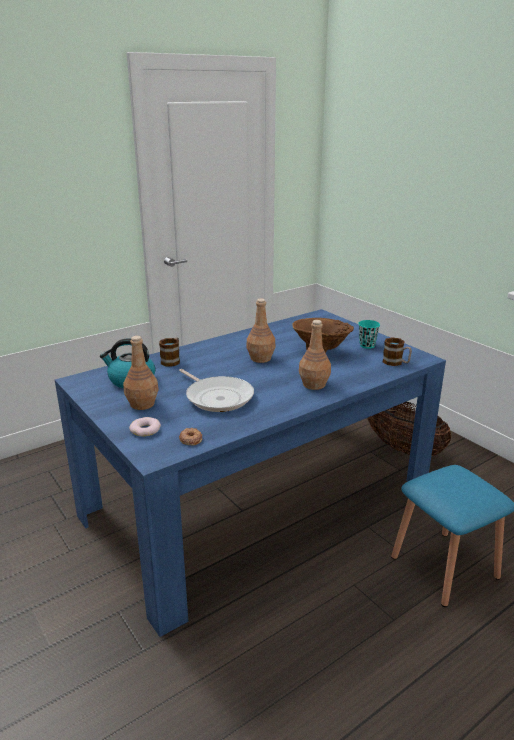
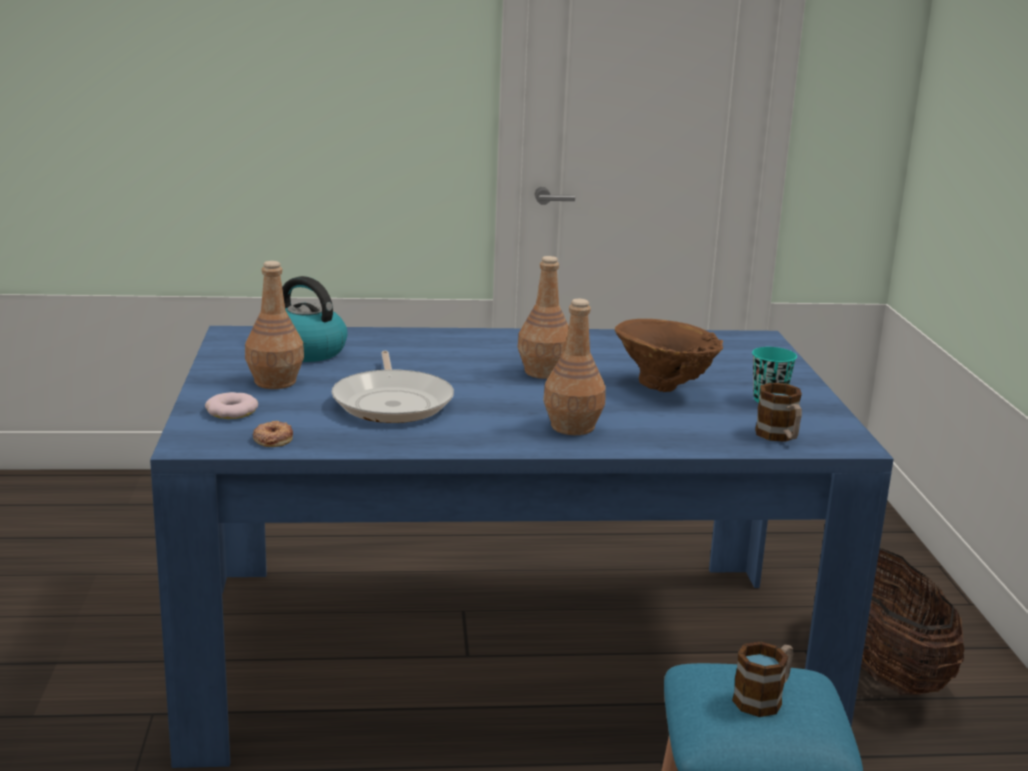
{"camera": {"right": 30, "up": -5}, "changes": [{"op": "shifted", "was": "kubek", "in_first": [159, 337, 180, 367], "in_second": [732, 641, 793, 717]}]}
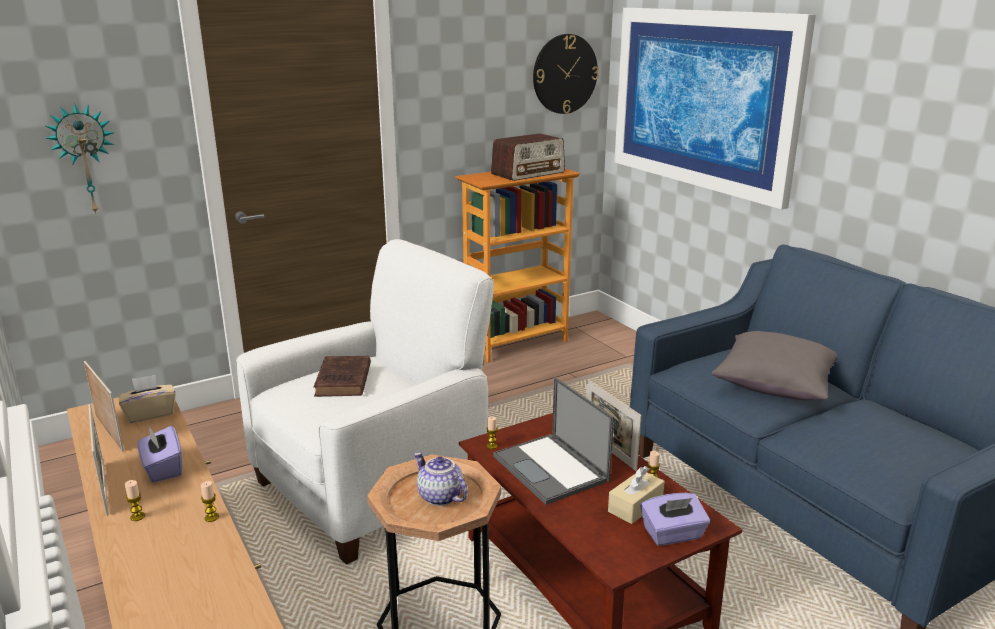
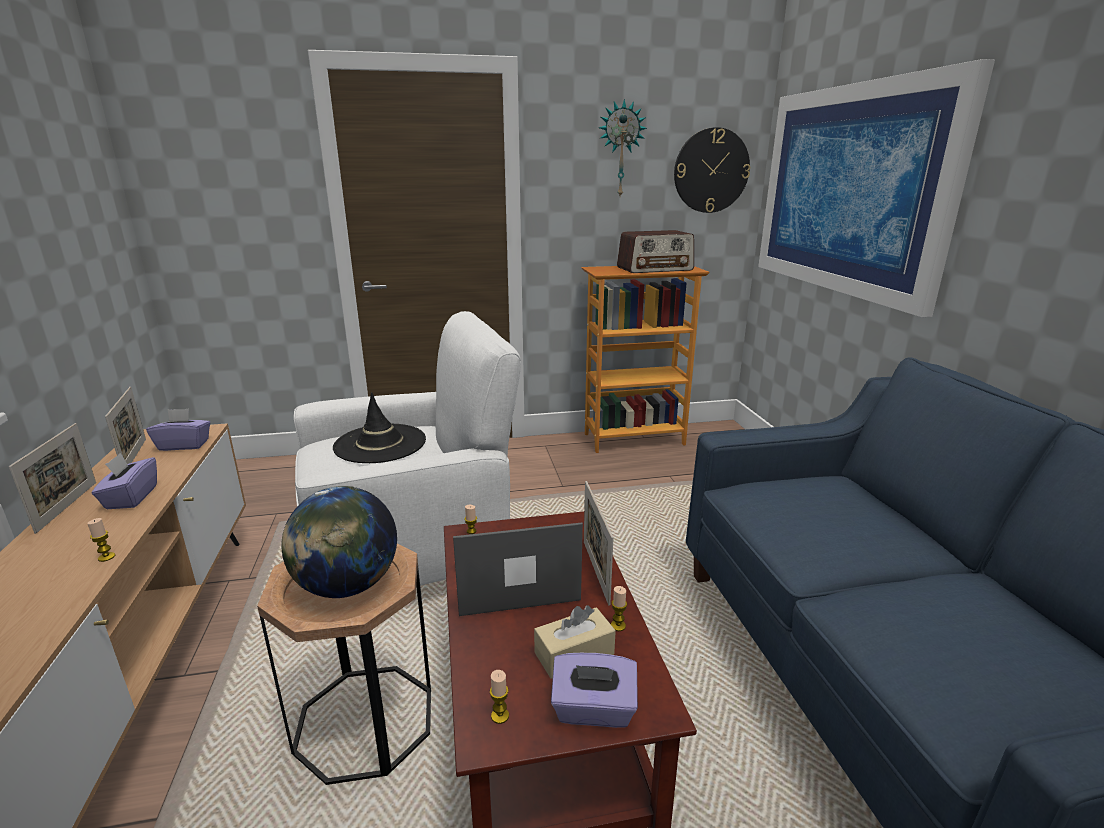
{"camera": {"right": 20, "up": 0}, "changes": [{"op": "shifted", "was": "zegar ścienny", "in_first": [45, 103, 114, 214], "in_second": [599, 99, 647, 196]}, {"op": "gone", "was": "poduszka [szary]", "in_first": [712, 331, 838, 400]}, {"op": "swapped", "was": "książka [brązowy]", "now": "kapelusz [czarny]", "in_first": [314, 356, 371, 397], "in_second": [333, 392, 426, 463]}, {"op": "repainted", "was": "pudełko chusteczek [beżowy]", "now": "pudełko chusteczek [fioletowy]", "in_first": [119, 374, 176, 423], "in_second": [146, 409, 211, 451]}, {"op": "rotated", "was": "laptop", "in_first": [493, 377, 614, 505], "in_second": [453, 522, 583, 616], "clockwise": 90}, {"op": "swapped", "was": "imbryk", "now": "globus", "in_first": [414, 452, 468, 506], "in_second": [281, 486, 397, 598]}, {"op": "shifted", "was": "świeca", "in_first": [125, 480, 145, 521], "in_second": [490, 670, 509, 724]}]}
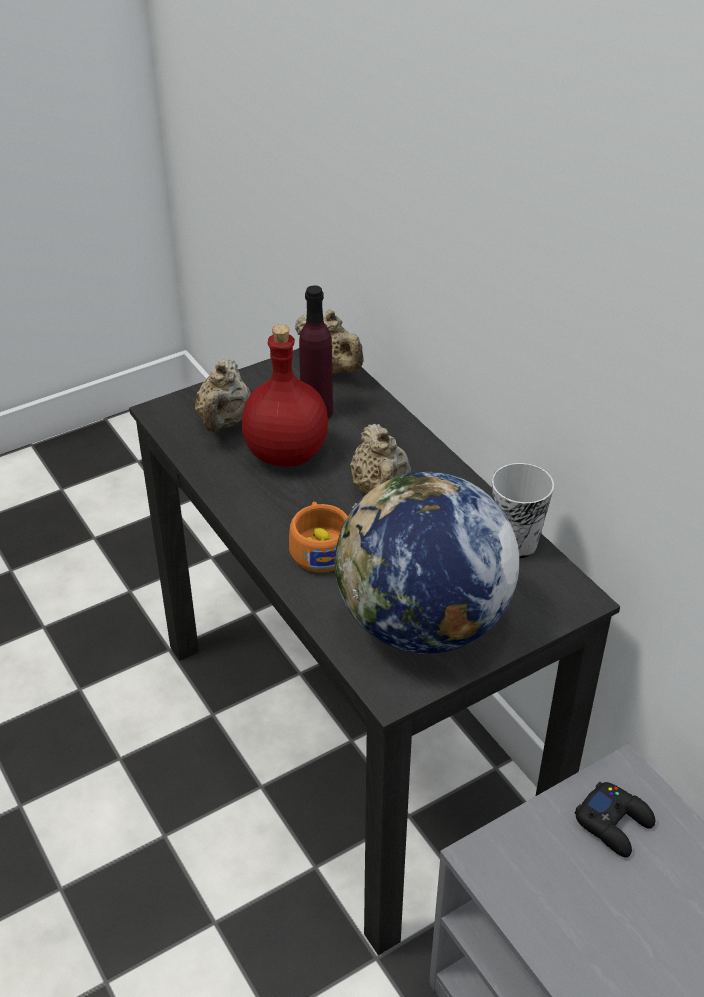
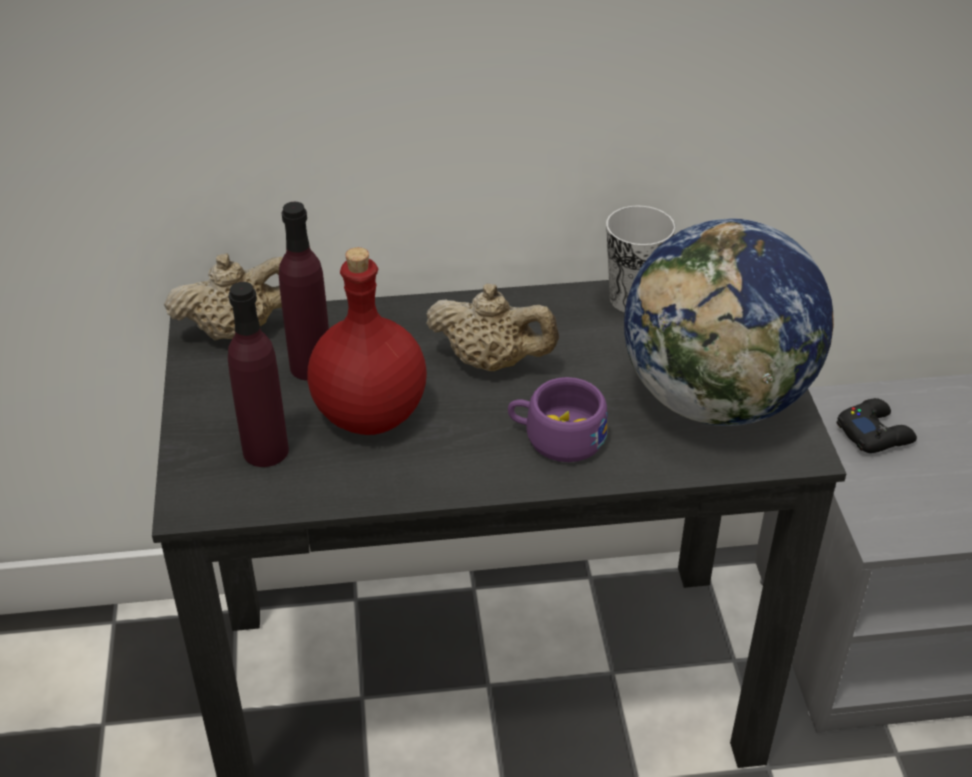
{"camera": {"right": -65, "up": 0}, "changes": [{"op": "swapped", "was": "imbryk [beżowy]", "now": "butelka [fioletowy]", "in_first": [195, 359, 250, 433], "in_second": [228, 282, 289, 467]}, {"op": "repainted", "was": "filiżanka [pomarańczowy]", "now": "filiżanka [fioletowy]", "in_first": [289, 502, 348, 572], "in_second": [508, 377, 608, 462]}]}
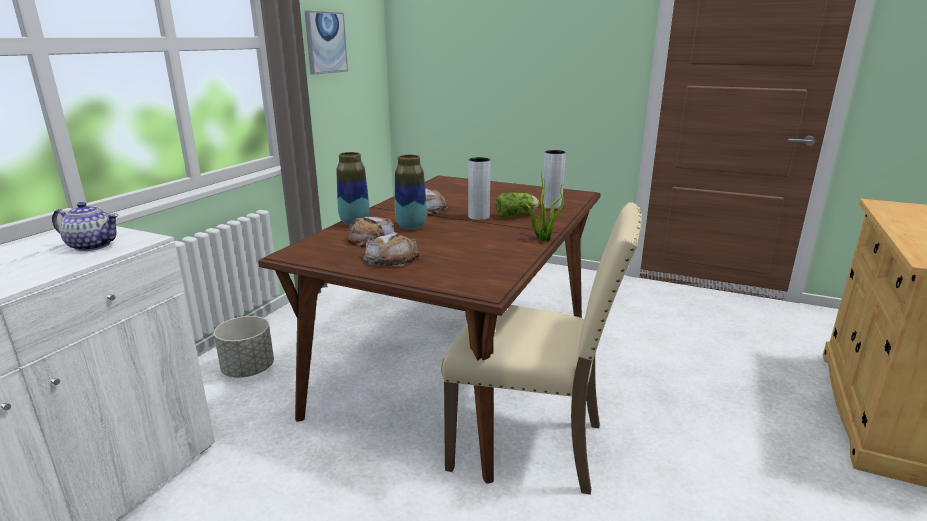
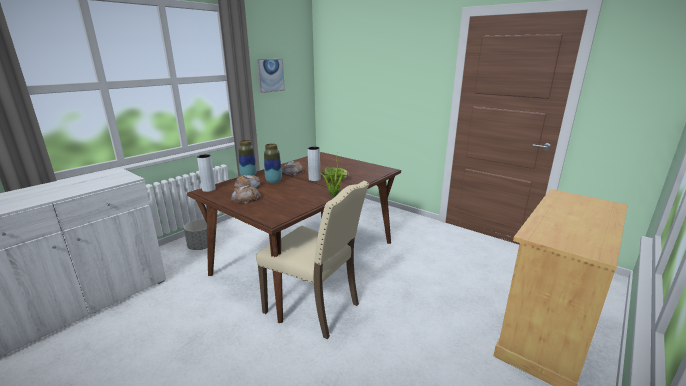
{"camera": {"right": 15, "up": 0}, "changes": [{"op": "shifted", "was": "wazon [szary]", "in_first": [543, 150, 566, 209], "in_second": [197, 154, 216, 192]}, {"op": "gone", "was": "imbryk", "in_first": [52, 202, 119, 251]}]}
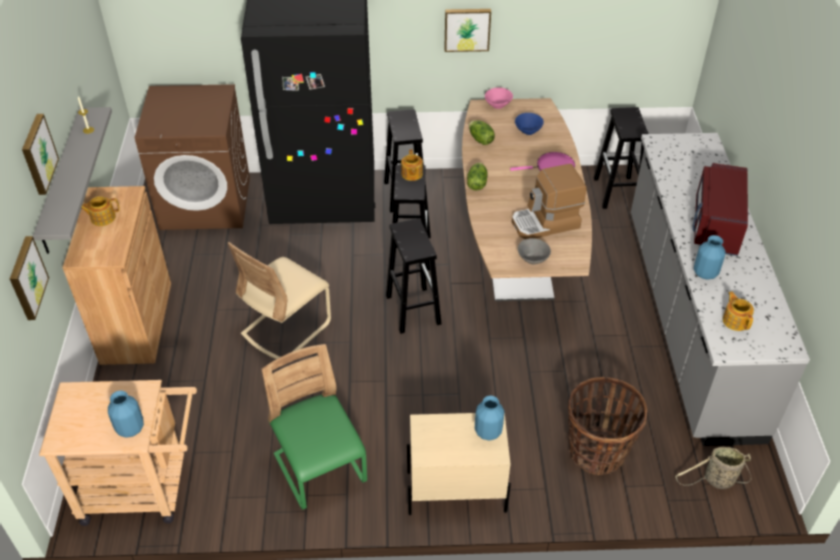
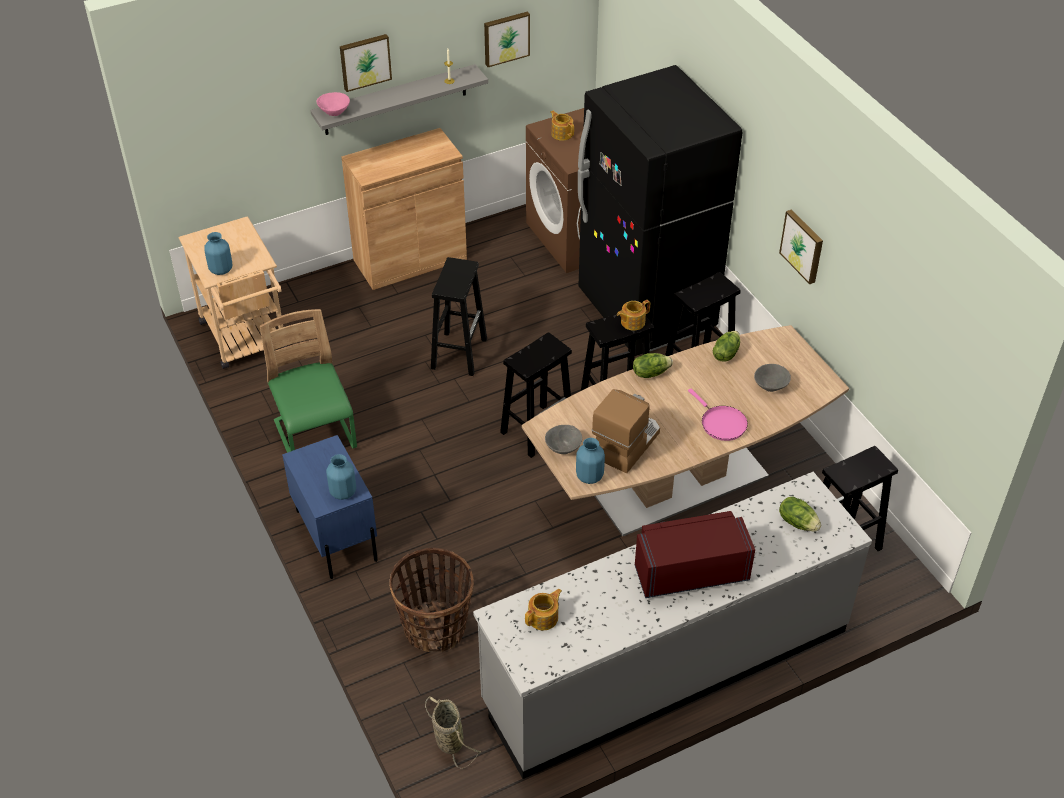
{"camera": {"right": 65, "up": 0}, "changes": [{"op": "shifted", "was": "miska [różowy]", "in_first": [485, 87, 513, 109], "in_second": [316, 92, 350, 116]}, {"op": "repainted", "was": "miska [niebieski]", "now": "miska [szary]", "in_first": [515, 113, 544, 135], "in_second": [754, 364, 791, 392]}, {"op": "rotated", "was": "ekspres do kawy", "in_first": [512, 164, 586, 239], "in_second": [592, 389, 660, 473], "clockwise": 75}, {"op": "shifted", "was": "imbryk", "in_first": [81, 196, 120, 226], "in_second": [550, 111, 574, 141]}, {"op": "shifted", "was": "wazon [niebieski]", "in_first": [694, 235, 726, 280], "in_second": [576, 438, 605, 484]}, {"op": "shifted", "was": "obraz", "in_first": [10, 236, 49, 320], "in_second": [484, 12, 530, 67]}, {"op": "swapped", "was": "krzesło [beżowy]", "now": "stołek [czarny]", "in_first": [228, 242, 331, 359], "in_second": [431, 257, 487, 376]}, {"op": "rotated", "was": "krzesło [zielony]", "in_first": [261, 344, 367, 510], "in_second": [260, 309, 357, 453], "clockwise": -60}, {"op": "repainted", "was": "szafka nocna [beżowy]", "now": "szafka nocna [niebieski]", "in_first": [407, 412, 511, 515], "in_second": [282, 435, 378, 579]}, {"op": "new", "now": "sałata", "in_second": [779, 497, 821, 531]}]}
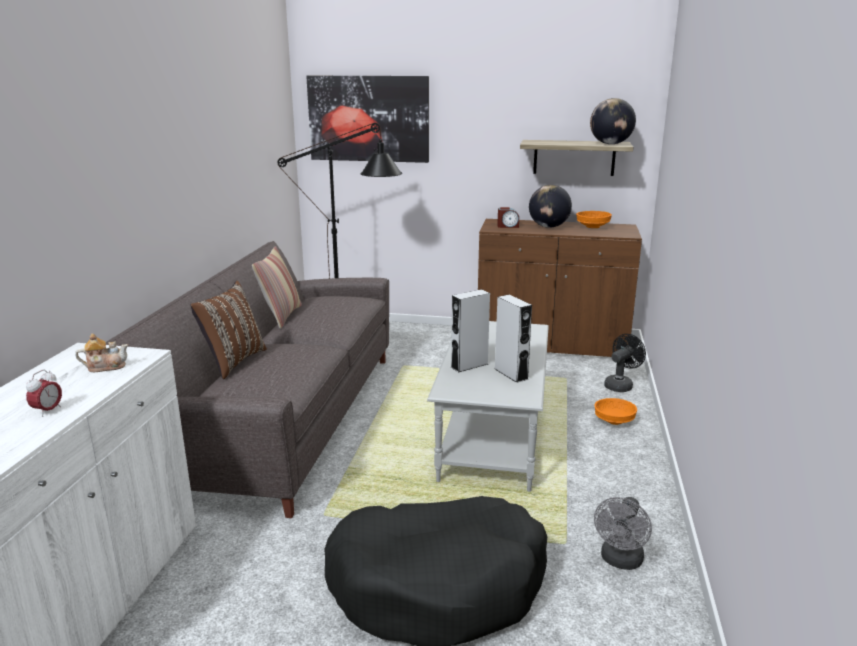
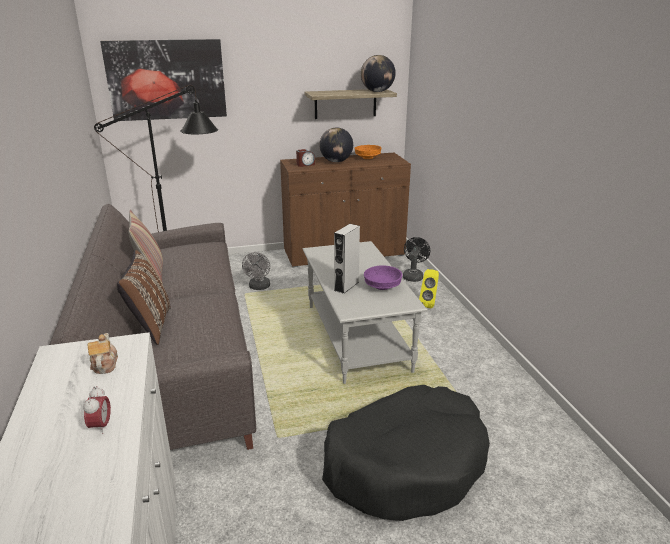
{"camera": {"right": -25, "up": 5}, "changes": [{"op": "swapped", "was": "głośnik [szary]", "now": "miska [fioletowy]", "in_first": [495, 295, 532, 383], "in_second": [364, 265, 403, 290]}, {"op": "rotated", "was": "imbryk", "in_first": [75, 333, 128, 372], "in_second": [88, 333, 118, 374], "clockwise": -60}, {"op": "swapped", "was": "miska [pomarańczowy]", "now": "głośnik [żółty]", "in_first": [595, 398, 637, 425], "in_second": [419, 269, 439, 308]}, {"op": "shifted", "was": "wentylator [szary]", "in_first": [594, 497, 652, 570], "in_second": [242, 252, 270, 290]}]}
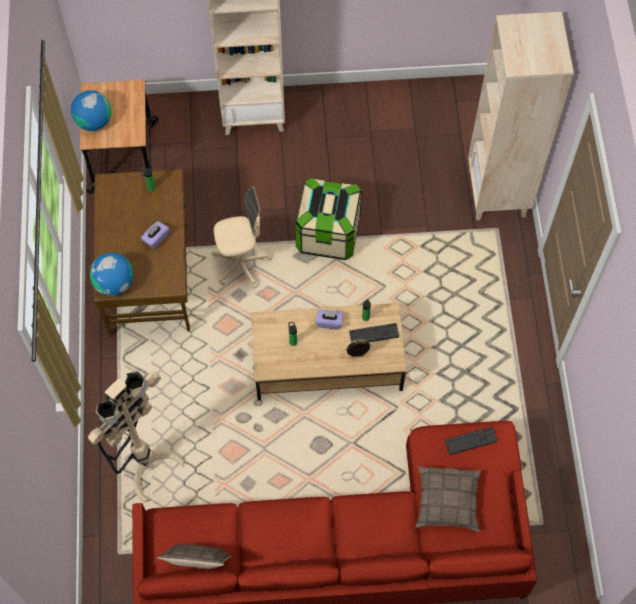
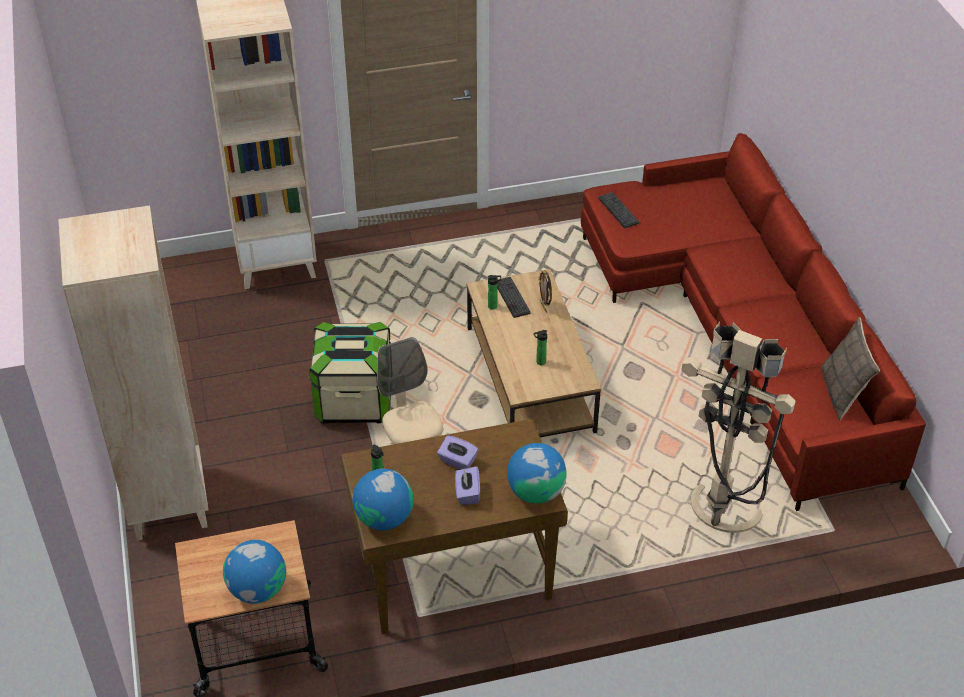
{"camera": {"right": -100, "up": -20}, "changes": [{"op": "shifted", "was": "pudełko chusteczek [fioletowy]", "in_first": [316, 310, 343, 330], "in_second": [455, 466, 480, 505]}, {"op": "gone", "was": "poduszka", "in_first": [416, 466, 481, 532]}, {"op": "new", "now": "globus", "in_second": [352, 468, 414, 530]}]}
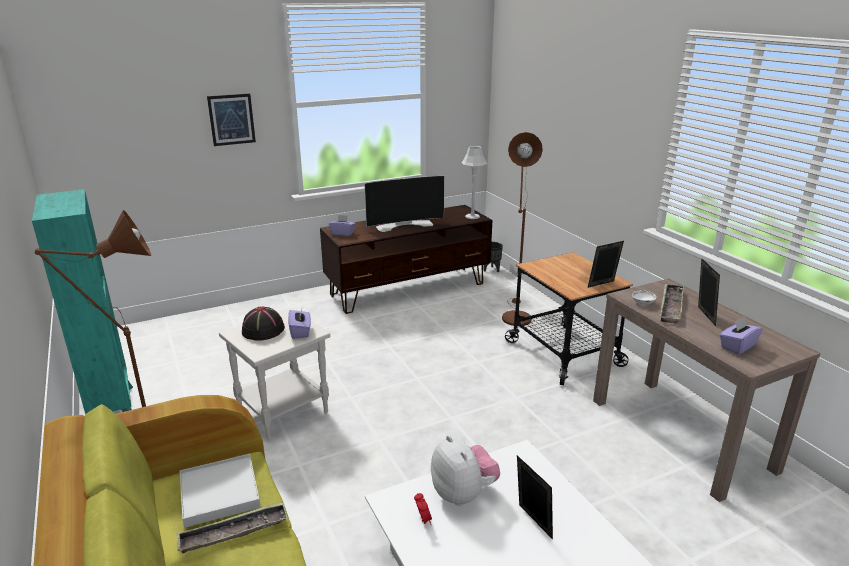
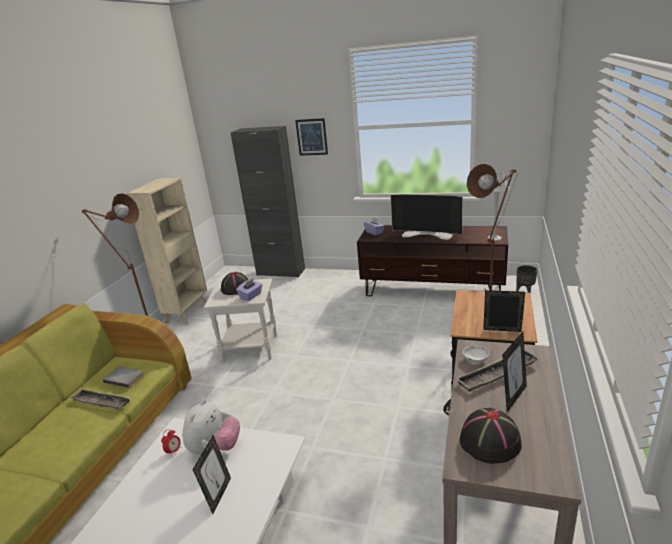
{"camera": {"right": 45, "up": 0}, "changes": [{"op": "repainted", "was": "regał [turkusowy]", "now": "regał [beżowy]", "in_first": [32, 189, 133, 414], "in_second": [126, 178, 207, 325]}, {"op": "swapped", "was": "pudełko chusteczek [fioletowy]", "now": "kapelusz [czarny]", "in_first": [720, 317, 762, 355], "in_second": [460, 408, 522, 464]}, {"op": "swapped", "was": "taca [biały]", "now": "książka [szary]", "in_first": [180, 454, 261, 528], "in_second": [102, 366, 145, 388]}, {"op": "new", "now": "szafka [czarny]", "in_second": [231, 126, 305, 278]}]}
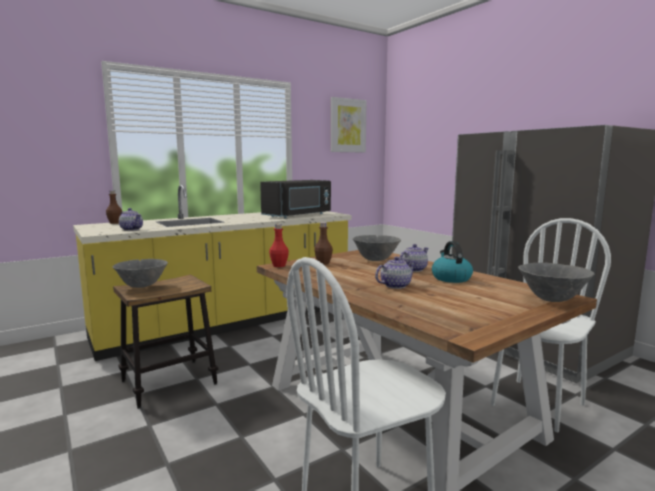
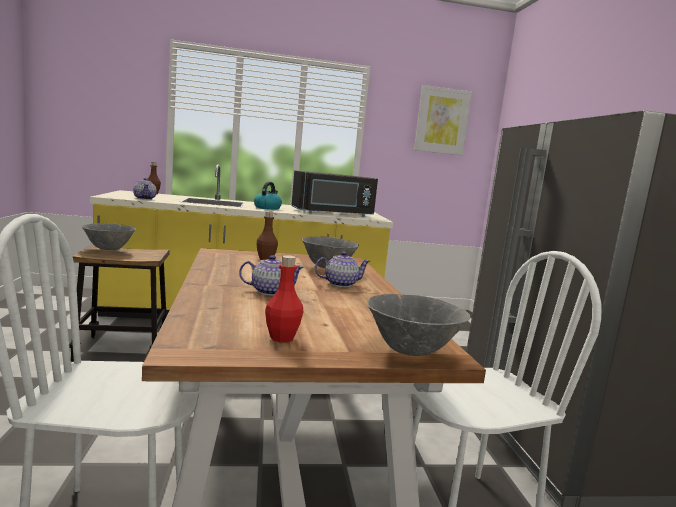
{"camera": {"right": 25, "up": 0}, "changes": [{"op": "shifted", "was": "butelka [czerwony]", "in_first": [269, 224, 289, 267], "in_second": [265, 255, 303, 342]}, {"op": "shifted", "was": "czajnik", "in_first": [432, 241, 473, 283], "in_second": [254, 182, 282, 210]}]}
